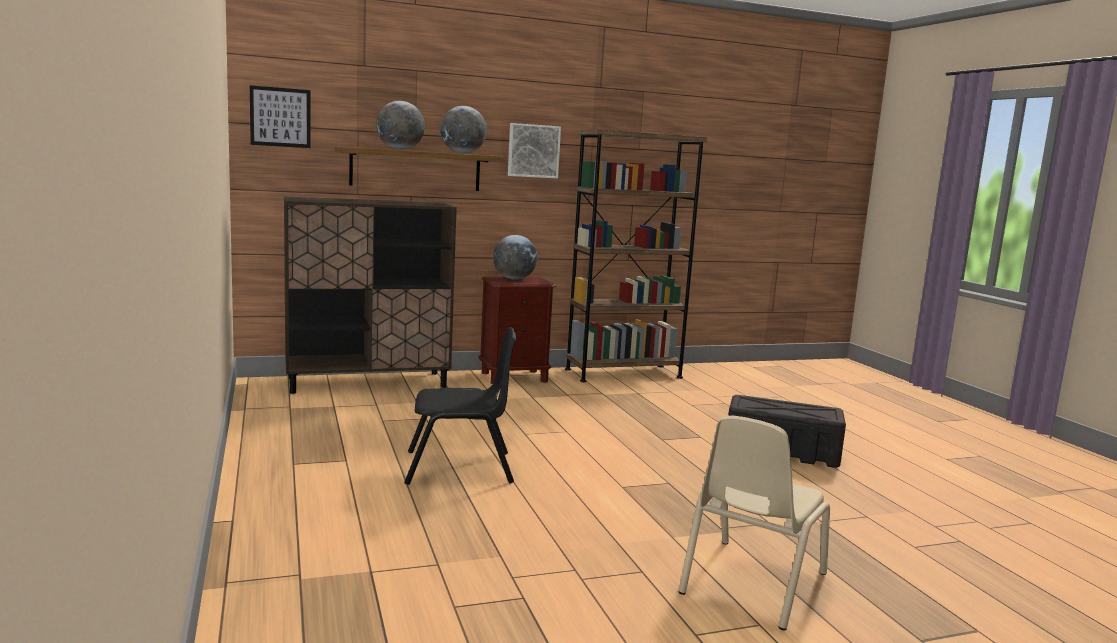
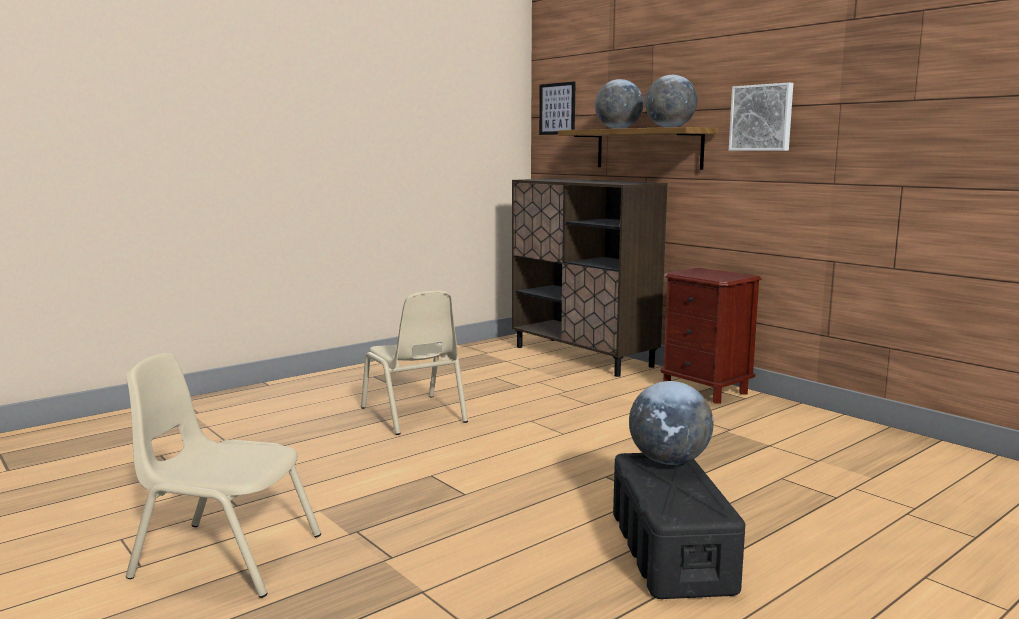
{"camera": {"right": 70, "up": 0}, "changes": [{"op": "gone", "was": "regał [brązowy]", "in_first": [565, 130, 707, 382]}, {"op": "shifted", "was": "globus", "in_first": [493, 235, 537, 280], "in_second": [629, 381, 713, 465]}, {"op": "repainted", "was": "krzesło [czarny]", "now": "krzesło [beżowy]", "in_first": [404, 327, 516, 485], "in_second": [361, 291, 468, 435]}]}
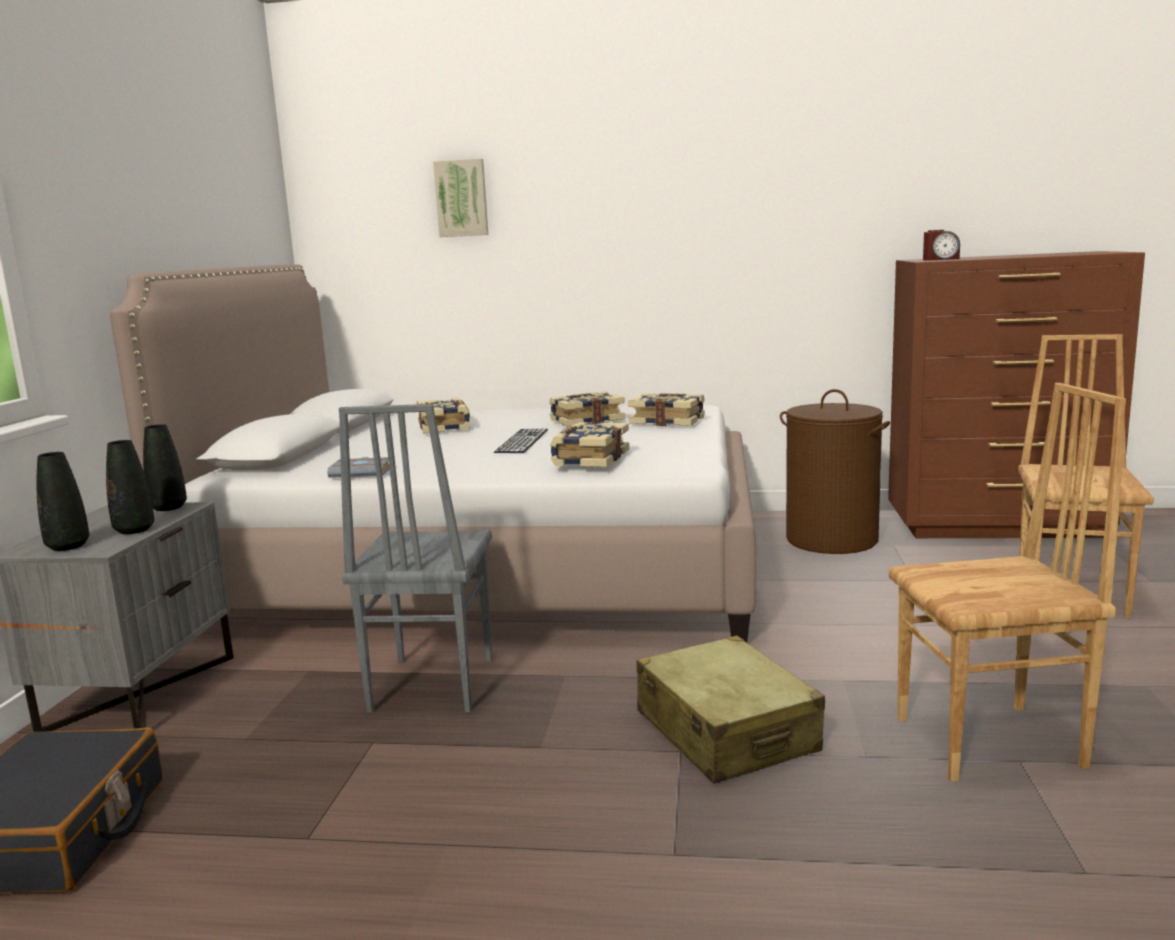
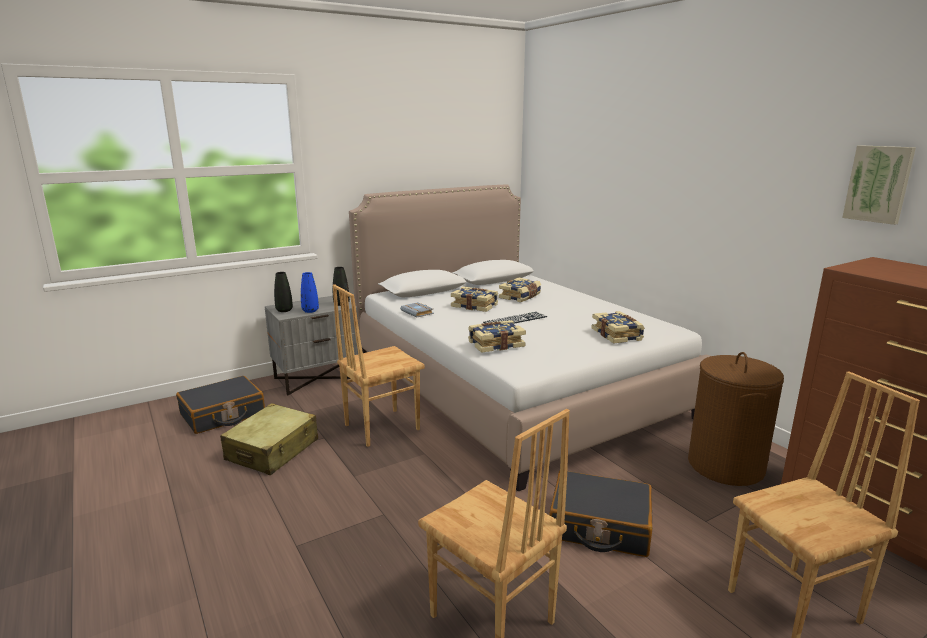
{"camera": {"right": 50, "up": 5}, "changes": [{"op": "shifted", "was": "obraz", "in_first": [433, 159, 489, 237], "in_second": [842, 145, 916, 225]}, {"op": "gone", "was": "budzik", "in_first": [923, 230, 960, 261]}, {"op": "shifted", "was": "książka", "in_first": [549, 392, 625, 427], "in_second": [451, 287, 498, 312]}, {"op": "repainted", "was": "krzesło [szary]", "now": "krzesło [brązowy]", "in_first": [339, 404, 492, 713], "in_second": [333, 284, 425, 447]}, {"op": "repainted", "was": "wazon [czarny]", "now": "wazon [niebieski]", "in_first": [106, 440, 154, 534], "in_second": [301, 272, 319, 313]}, {"op": "shifted", "was": "walizka [beżowy]", "in_first": [637, 635, 825, 784], "in_second": [220, 403, 318, 475]}, {"op": "new", "now": "walizka [czarny]", "in_second": [549, 471, 652, 557]}]}
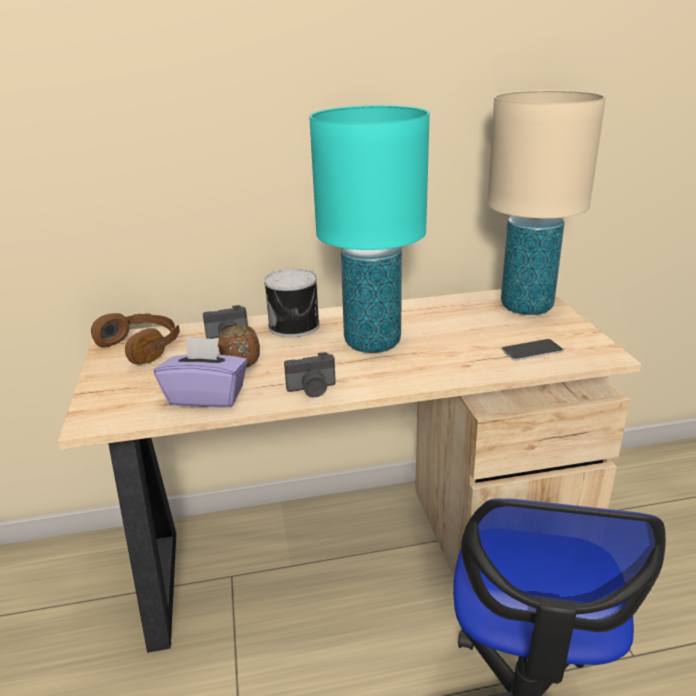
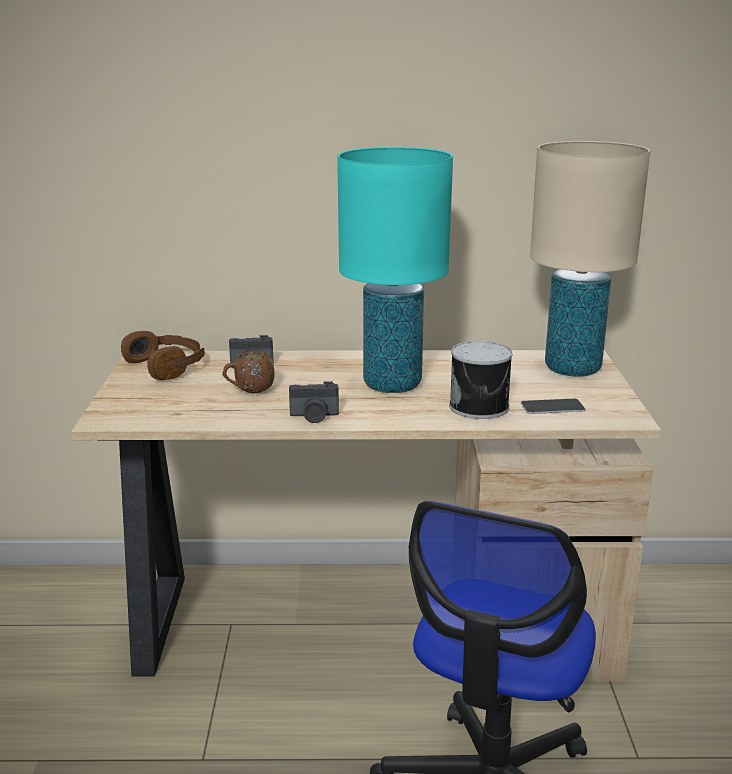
{"camera": {"right": 10, "up": -5}, "changes": [{"op": "shifted", "was": "puszka", "in_first": [264, 269, 320, 337], "in_second": [449, 341, 513, 419]}, {"op": "gone", "was": "pudełko chusteczek [fioletowy]", "in_first": [154, 337, 248, 408]}]}
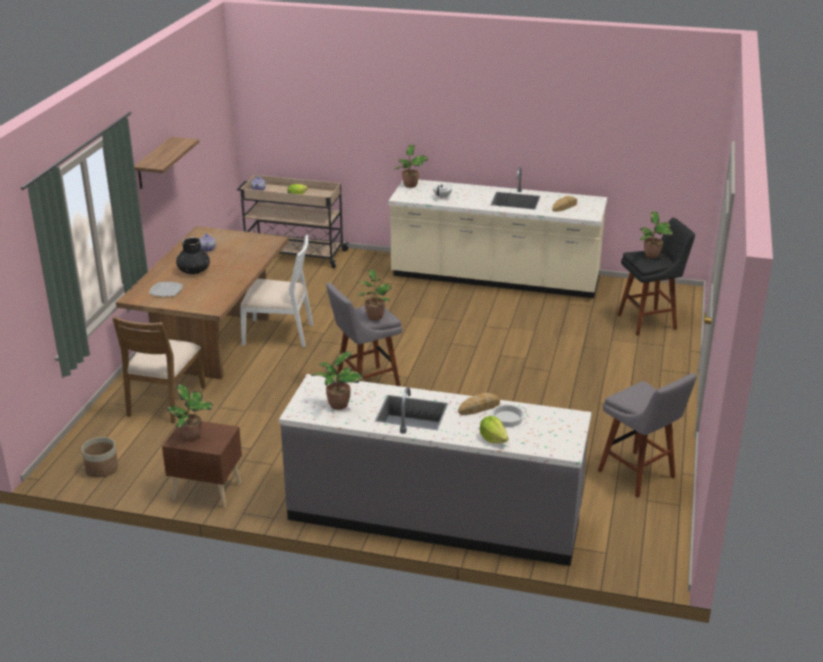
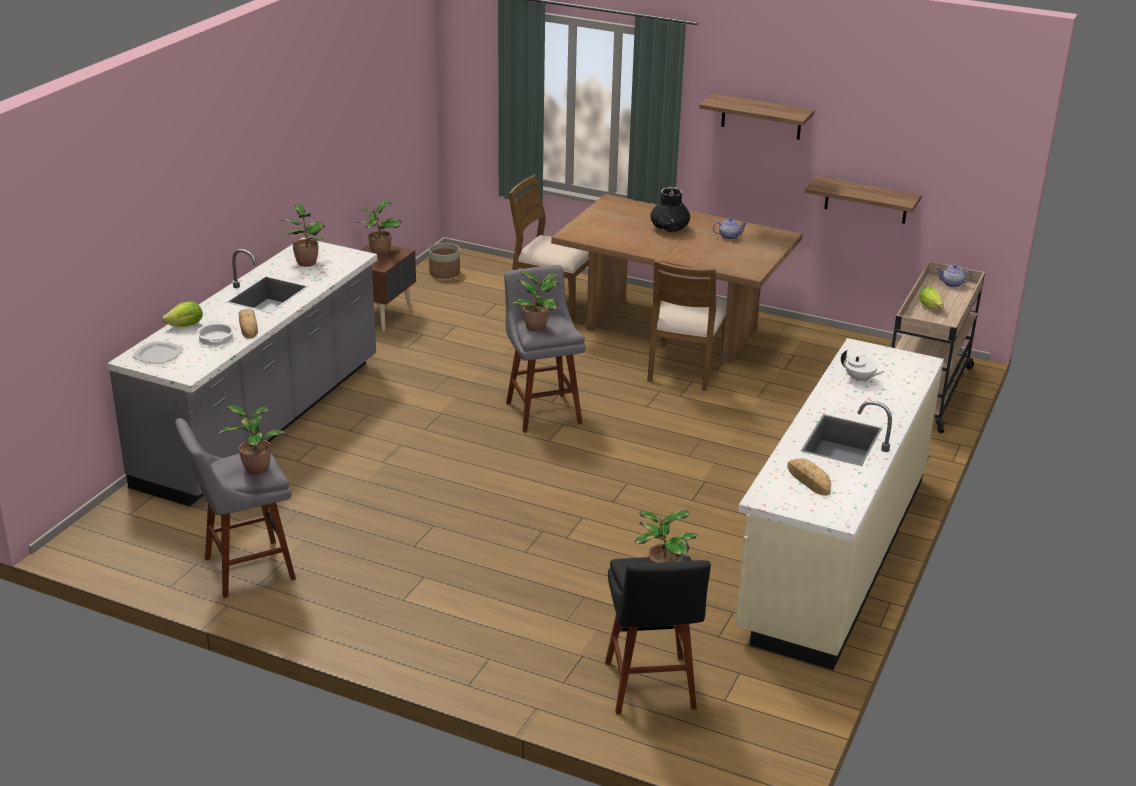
{"camera": {"right": 100, "up": 0}, "changes": [{"op": "shifted", "was": "roślina doniczkowa", "in_first": [394, 144, 428, 188], "in_second": [219, 405, 285, 475]}, {"op": "repainted", "was": "krzesło [biały]", "now": "krzesło [brązowy]", "in_first": [240, 235, 313, 347], "in_second": [647, 260, 727, 391]}, {"op": "shifted", "was": "talerz", "in_first": [149, 282, 183, 297], "in_second": [132, 341, 184, 364]}, {"op": "new", "now": "półka", "in_second": [805, 176, 922, 224]}]}
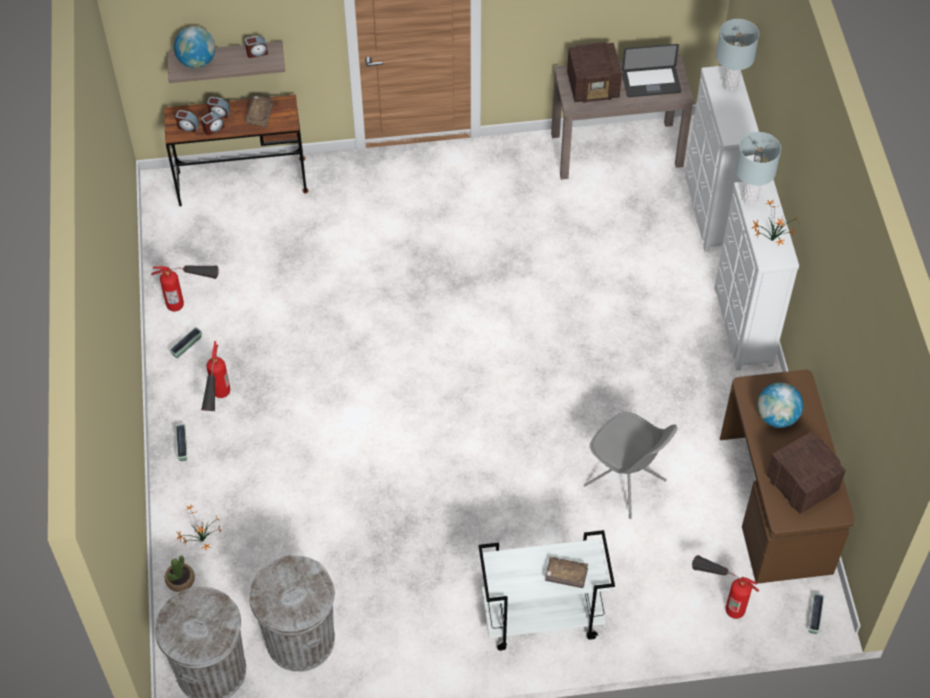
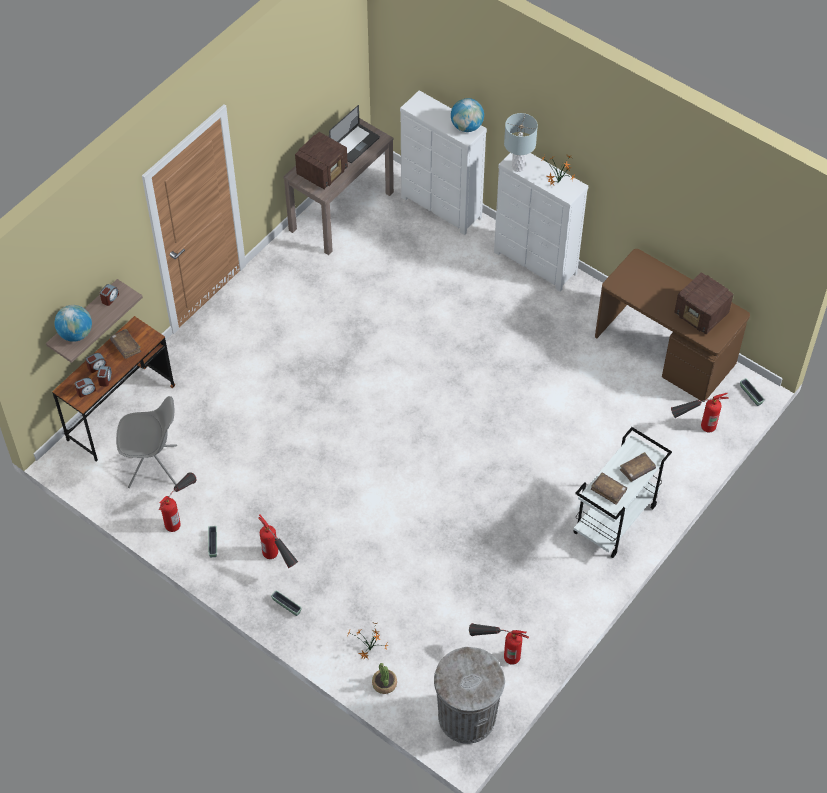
{"camera": {"right": -45, "up": 0}, "changes": [{"op": "gone", "was": "lampa stołowa [szary]", "in_first": [716, 19, 759, 91]}, {"op": "shifted", "was": "globus", "in_first": [757, 383, 803, 428], "in_second": [451, 98, 484, 132]}, {"op": "shifted", "was": "krzesło [szary]", "in_first": [584, 412, 677, 519], "in_second": [116, 396, 177, 488]}, {"op": "rotated", "was": "radio", "in_first": [766, 431, 846, 514], "in_second": [674, 272, 733, 334], "clockwise": -150}, {"op": "swapped", "was": "kosz na śmieci [szary]", "now": "gaśnica", "in_first": [249, 555, 335, 672], "in_second": [469, 623, 529, 665]}, {"op": "new", "now": "książka [brązowy]", "in_second": [591, 472, 627, 505]}]}
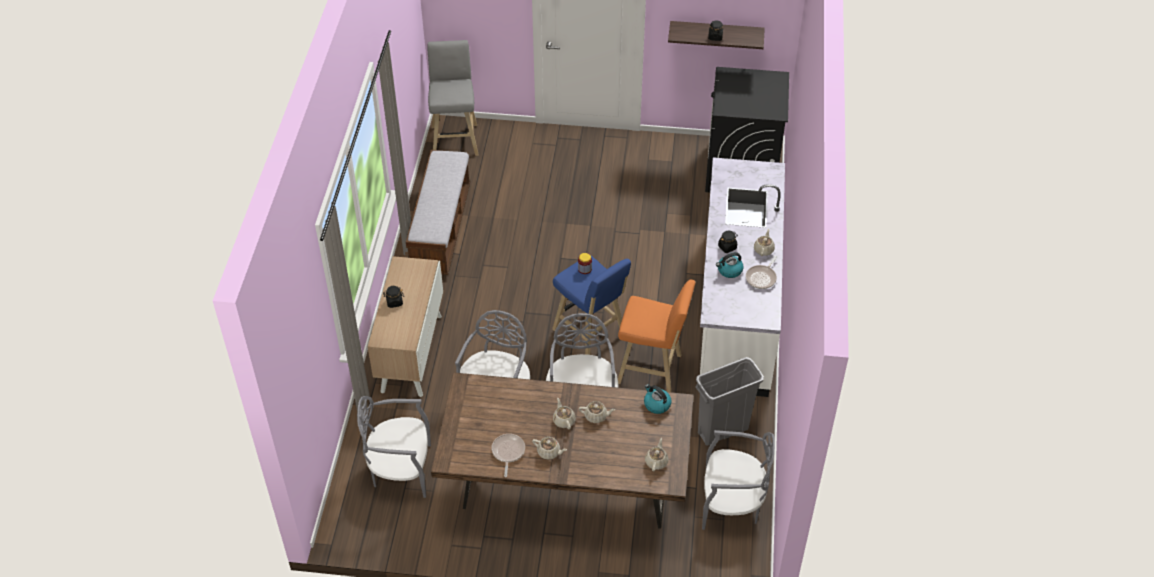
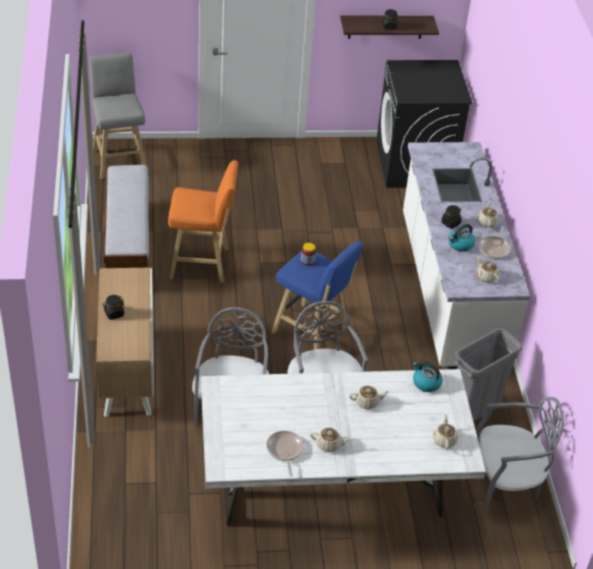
{"camera": {"right": -15, "up": -5}, "changes": [{"op": "shifted", "was": "stołek [pomarańczowy]", "in_first": [618, 280, 695, 392], "in_second": [168, 160, 238, 283]}, {"op": "repainted", "was": "stół jadalny [brązowy]", "now": "stół jadalny [biały]", "in_first": [431, 372, 694, 529], "in_second": [201, 369, 486, 526]}, {"op": "gone", "was": "krzesło [szary]", "in_first": [357, 396, 431, 498]}, {"op": "shifted", "was": "imbryk [beżowy]", "in_first": [553, 398, 576, 429], "in_second": [477, 255, 500, 283]}]}
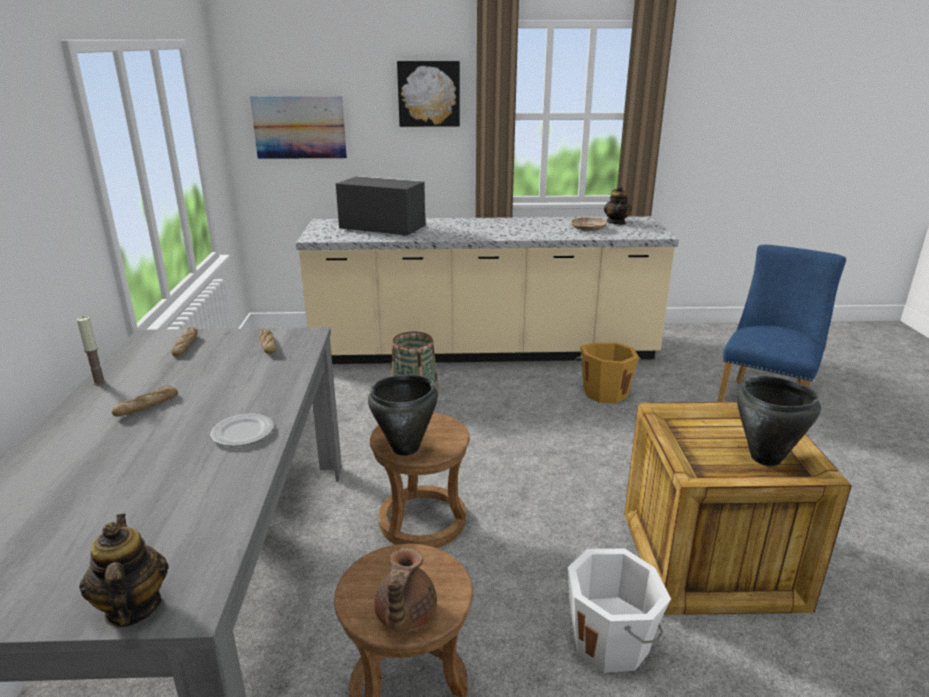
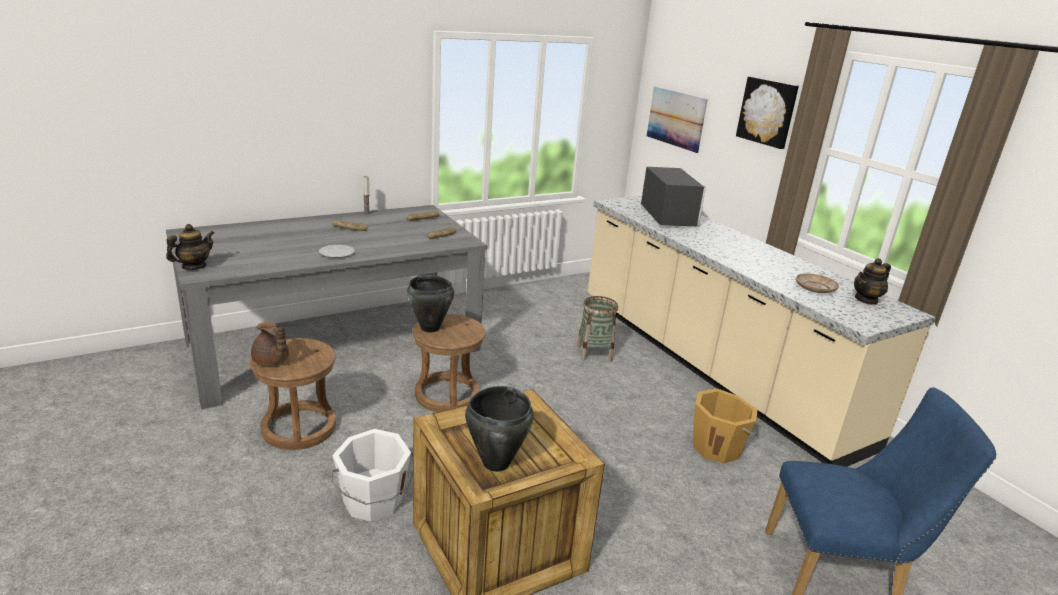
{"camera": {"right": 60, "up": 0}, "changes": [{"op": "rotated", "was": "imbryk [brązowy]", "in_first": [375, 548, 437, 632], "in_second": [251, 322, 289, 365], "clockwise": -120}]}
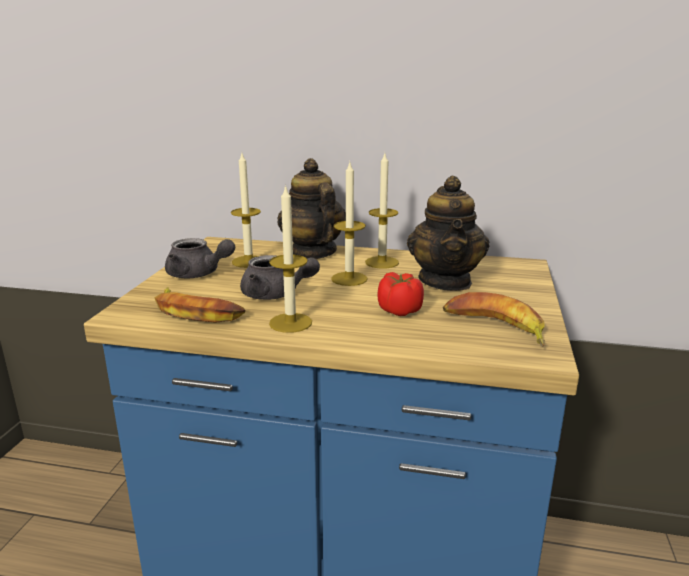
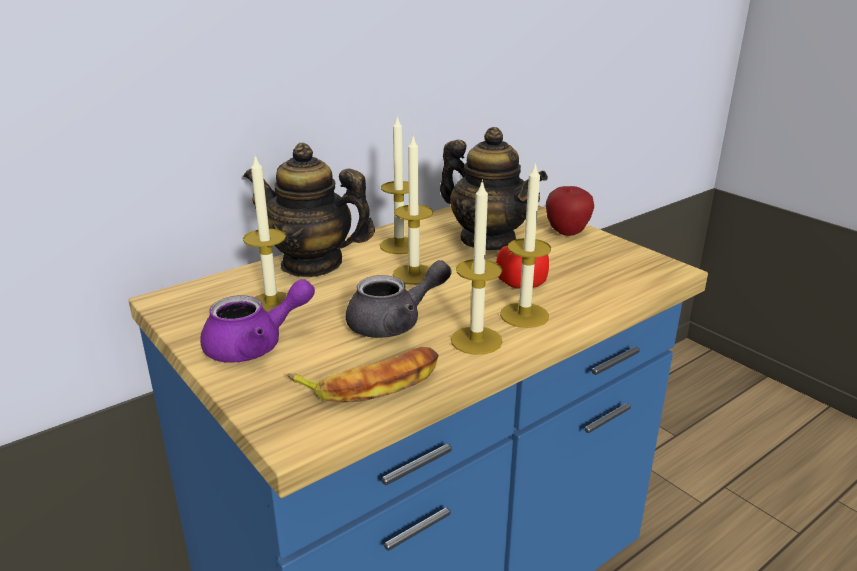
{"camera": {"right": -50, "up": 5}, "changes": [{"op": "repainted", "was": "imbryk [szary]", "now": "imbryk [fioletowy]", "in_first": [165, 238, 235, 278], "in_second": [200, 279, 315, 363]}, {"op": "gone", "was": "banan", "in_first": [443, 292, 545, 346]}, {"op": "new", "now": "świeca", "in_second": [500, 162, 551, 328]}, {"op": "new", "now": "jabłko", "in_second": [546, 186, 594, 236]}]}
